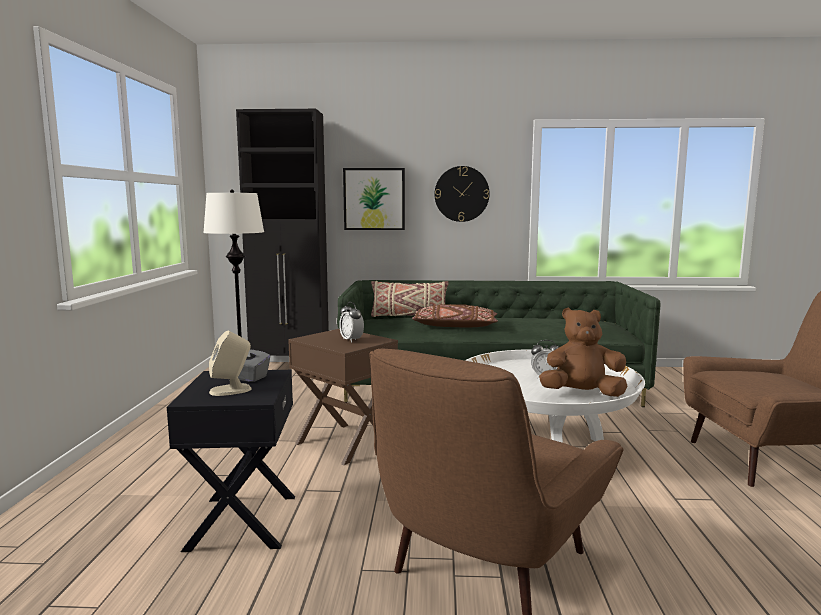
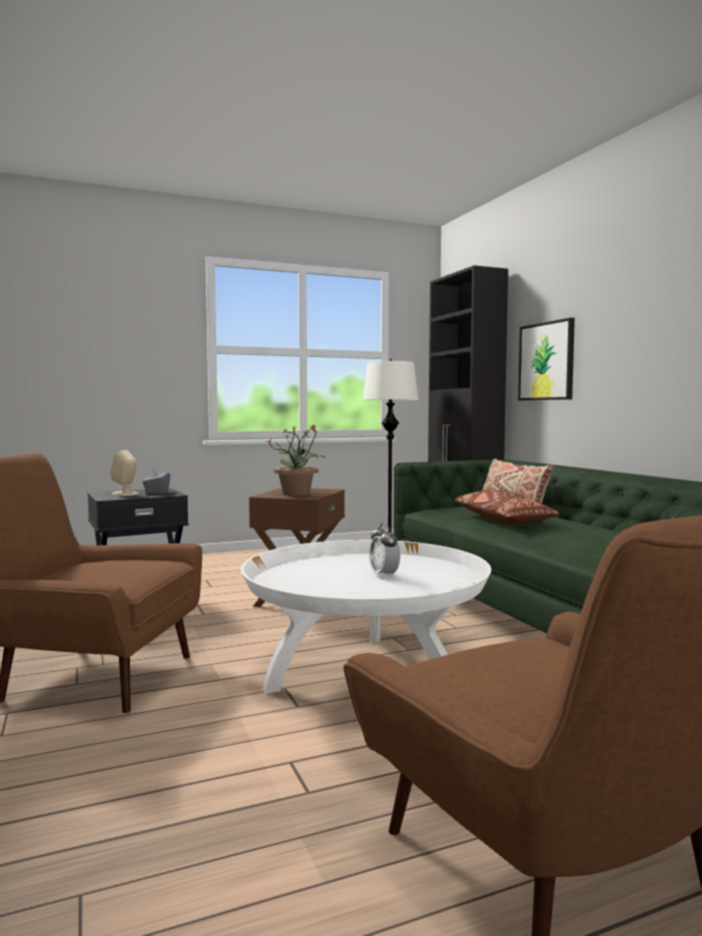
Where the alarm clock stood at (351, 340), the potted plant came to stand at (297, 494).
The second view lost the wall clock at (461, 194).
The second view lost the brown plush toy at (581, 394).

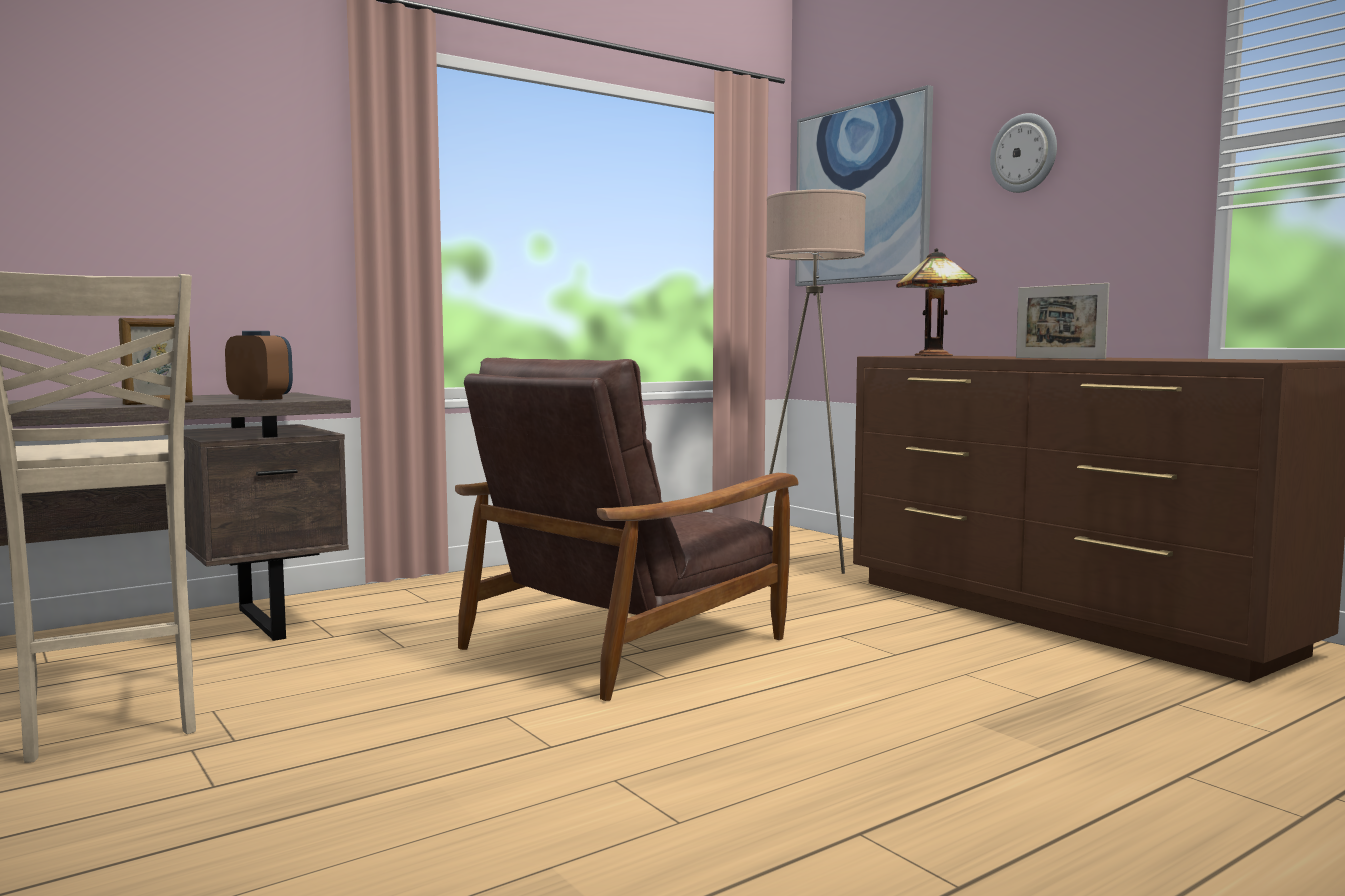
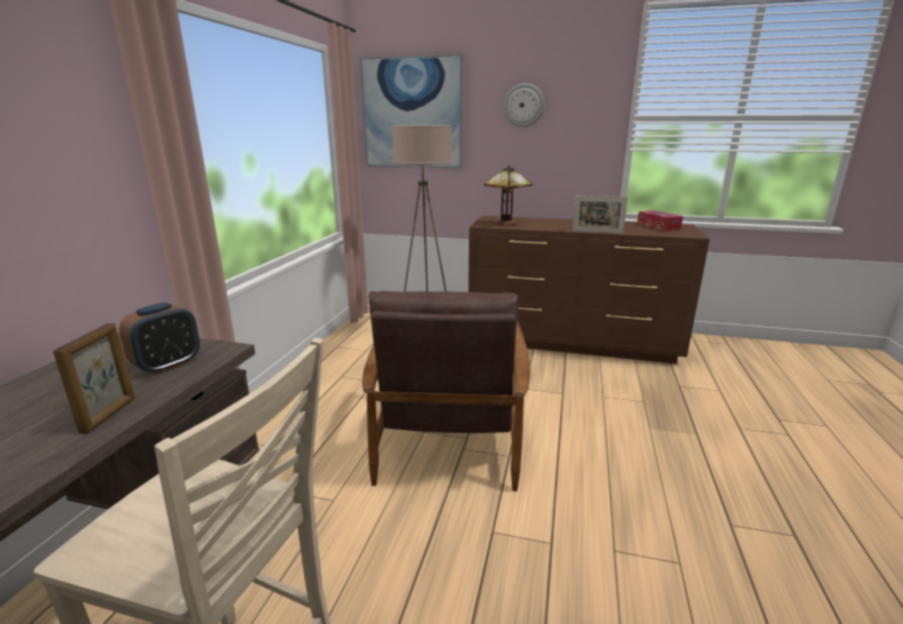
The alarm clock at (260, 399) ended up facing another way, 135 degrees clockwise from before.
The second view gained the tissue box at (658, 226).

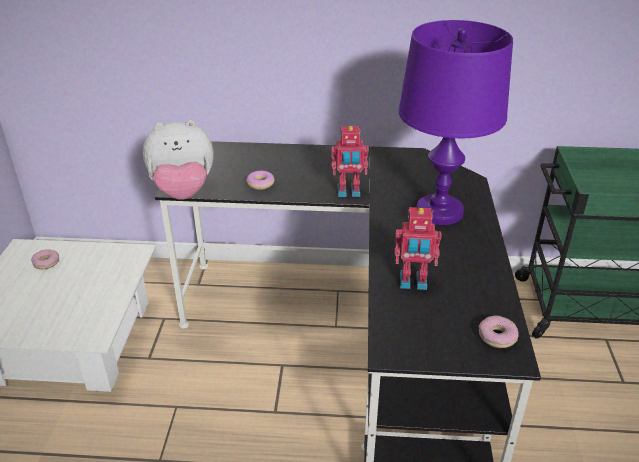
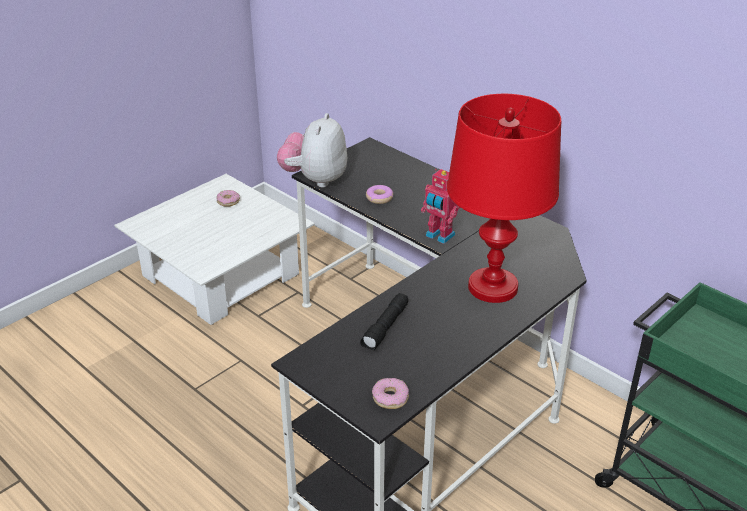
The plush toy at (183, 192) ended up facing another way, 75 degrees clockwise from before.
Where the toy robot stood at (413, 283), the black flashlight came to stand at (386, 328).
What was the purple table lamp at (439, 212) turned into the red table lamp at (492, 287).

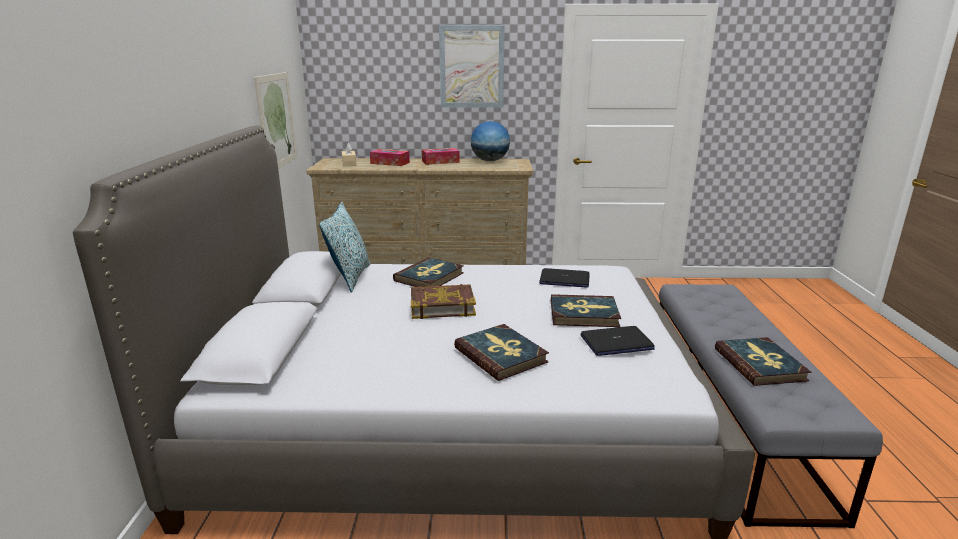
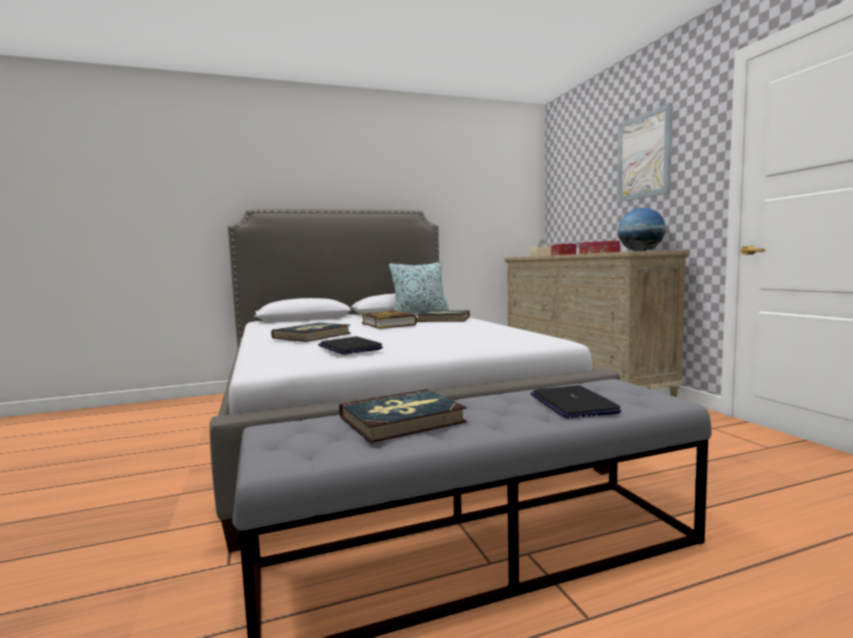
The laptop ended up elsewhere, having gone from (564, 279) to (572, 404).
The second view lost the picture at (276, 121).
The second view lost the book at (583, 314).

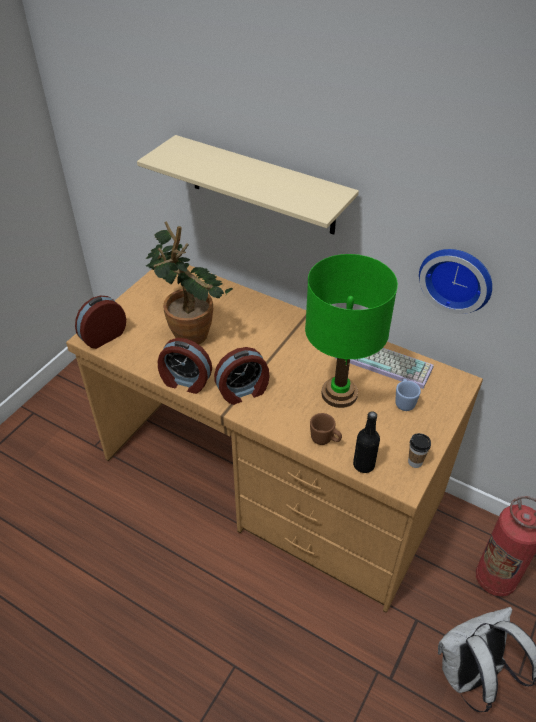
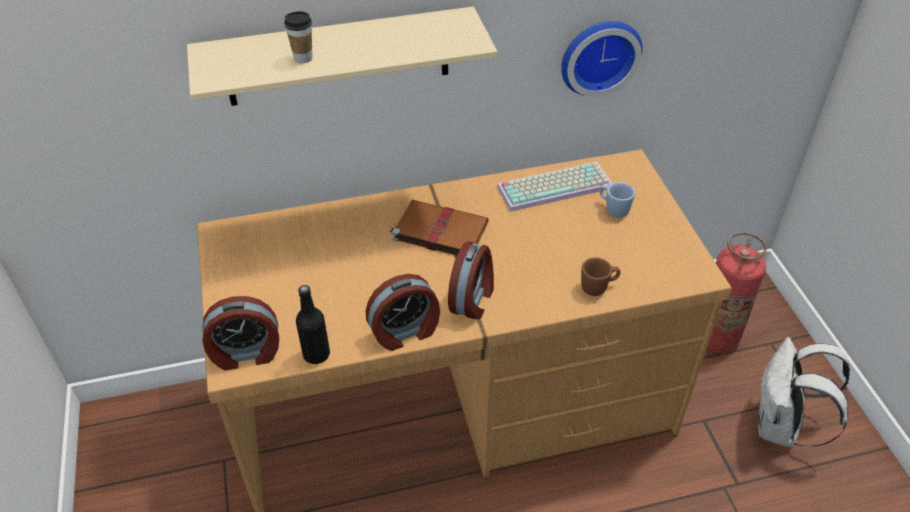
The alarm clock at (103, 336) ended up facing another way, 105 degrees counterclockwise from before.
The cup ended up elsewhere, having gone from (415, 462) to (303, 58).
The black bottle ended up elsewhere, having gone from (363, 465) to (316, 354).
The second view gained the brown book at (438, 231).
The second view lost the potted plant at (189, 329).
The second view lost the green table lamp at (339, 394).

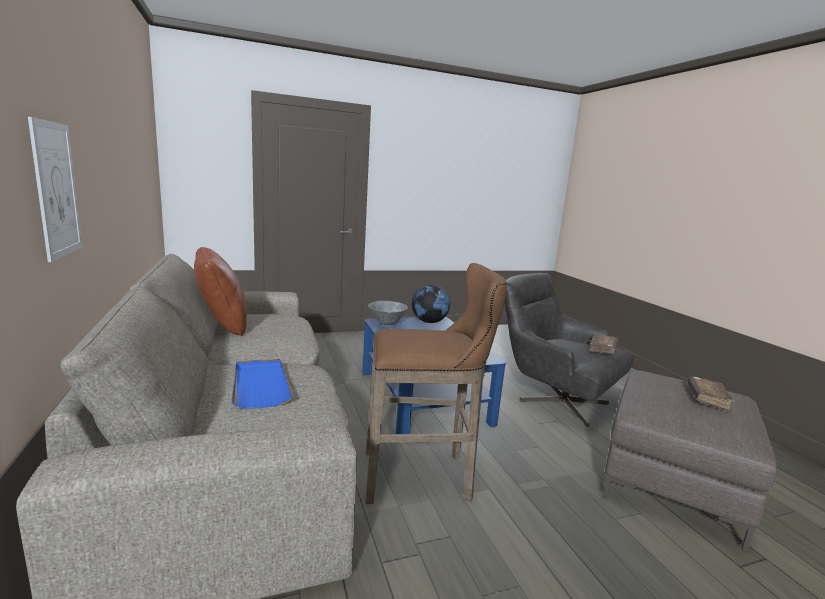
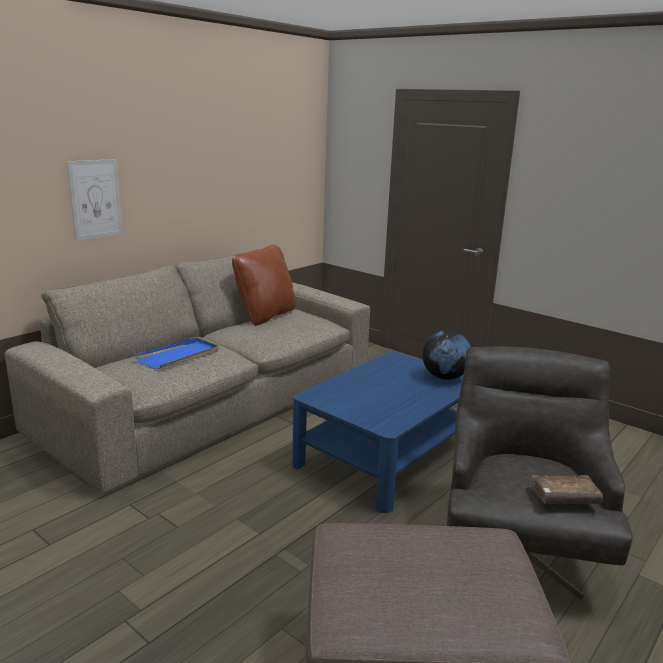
The second view lost the brown stool at (422, 476).
The second view lost the grey bowl at (387, 323).
The second view lost the brown book at (707, 399).

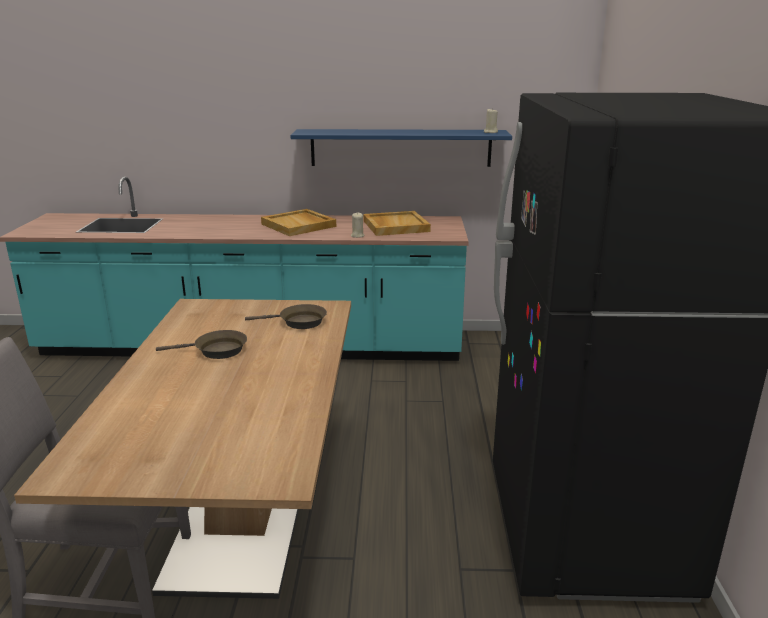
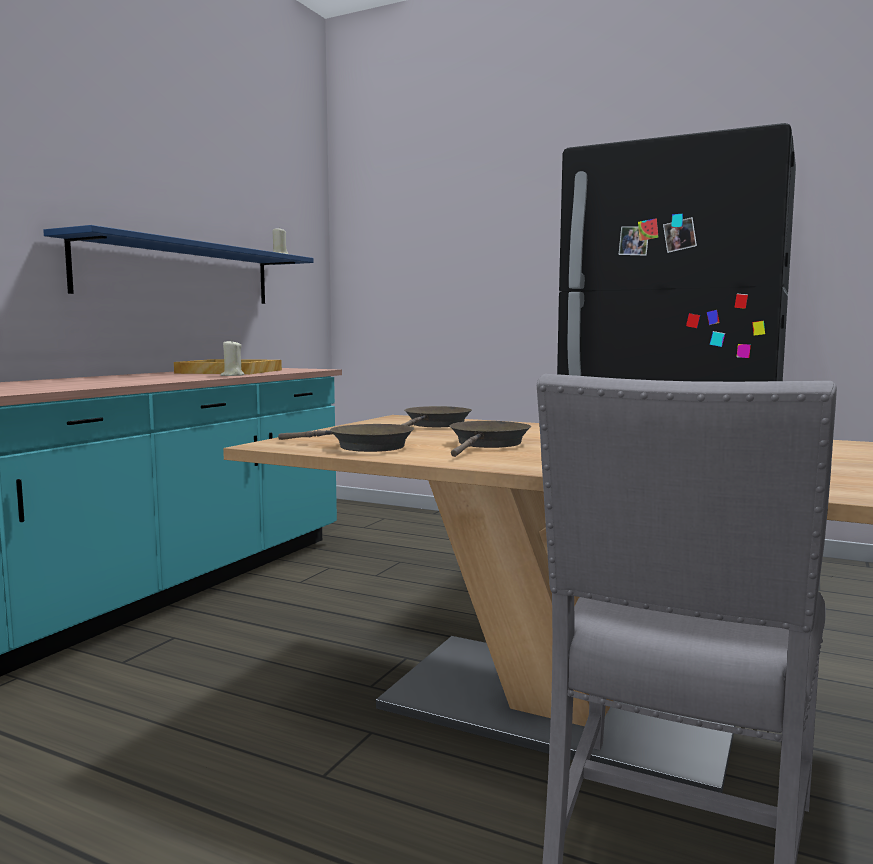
The second view gained the brown frying pan at (364, 446).
The second view lost the beige tray at (299, 225).

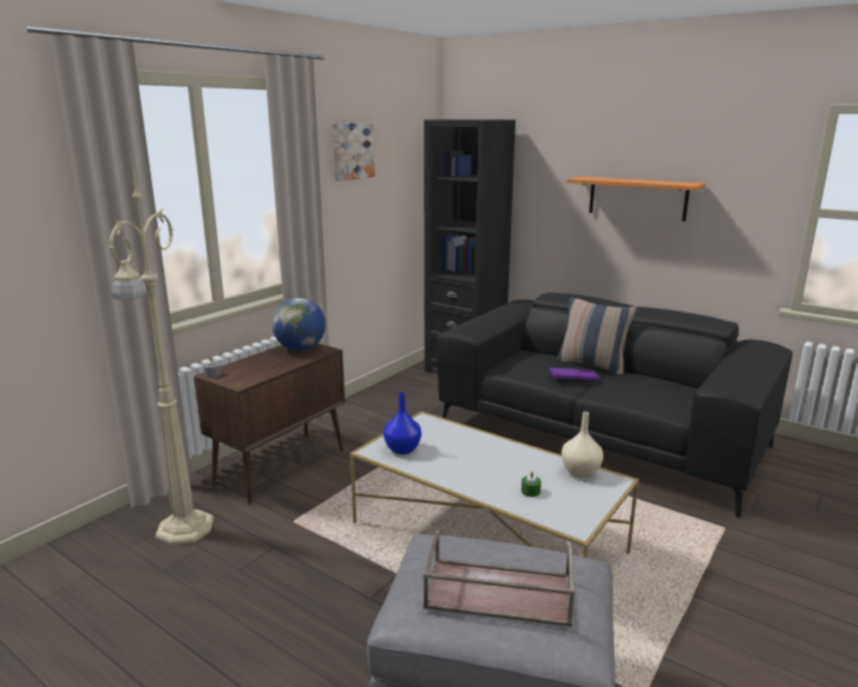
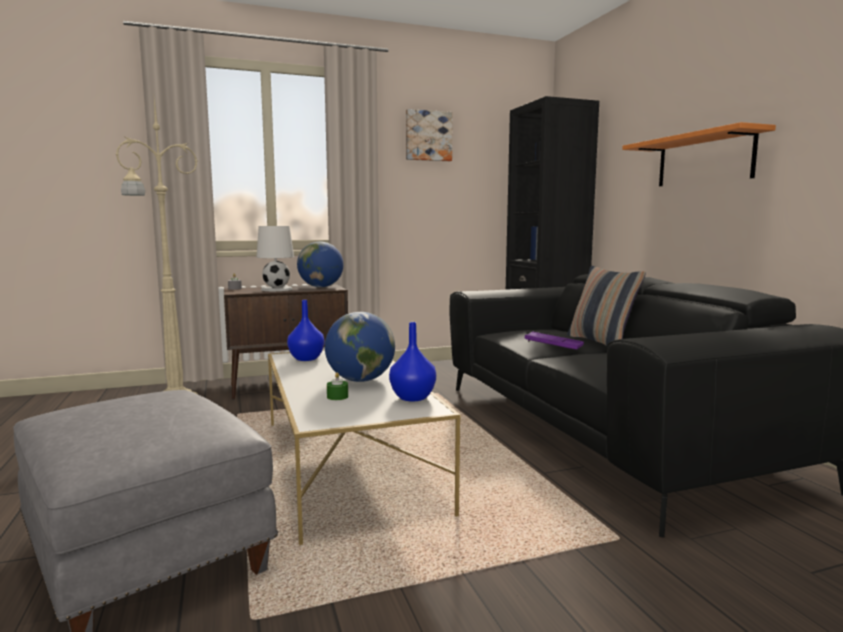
The second view gained the white table lamp at (277, 289).
The second view gained the globe at (360, 380).
What was the beige vase at (580, 472) turned into the blue vase at (413, 397).
The second view lost the brown tray at (497, 593).

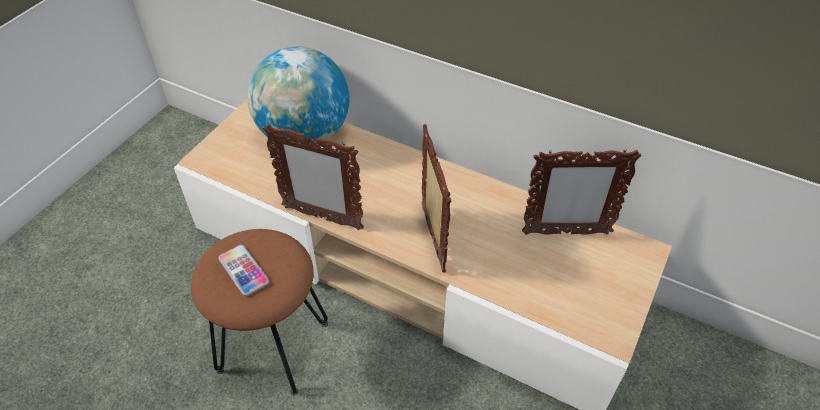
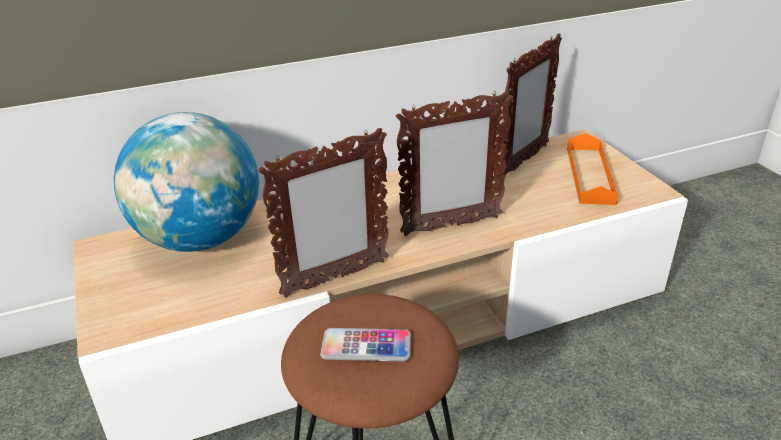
The picture frame at (432, 239) ended up facing another way, 135 degrees clockwise from before.
The second view gained the orange tray at (590, 175).

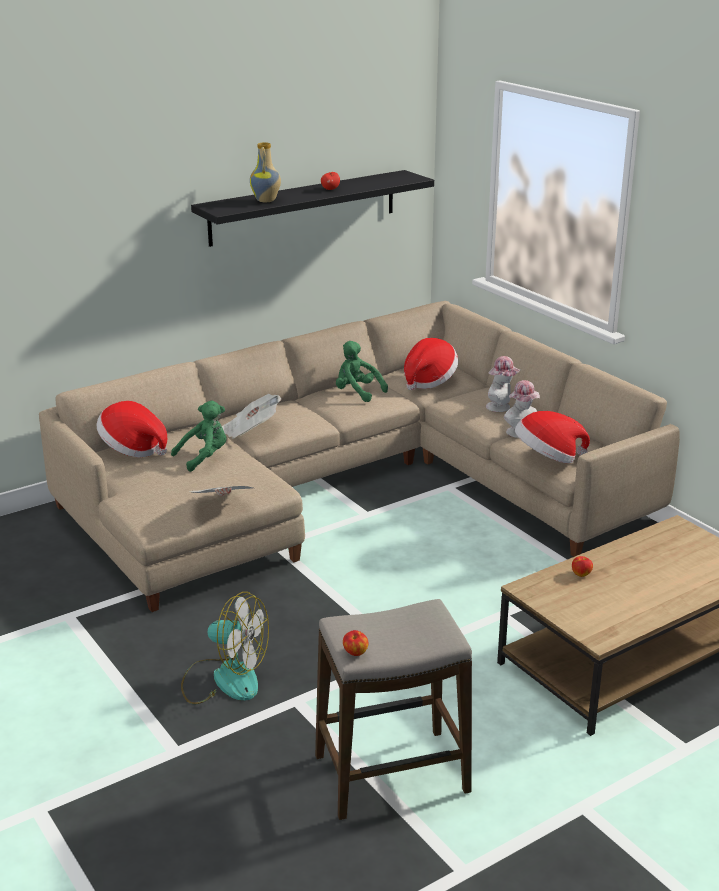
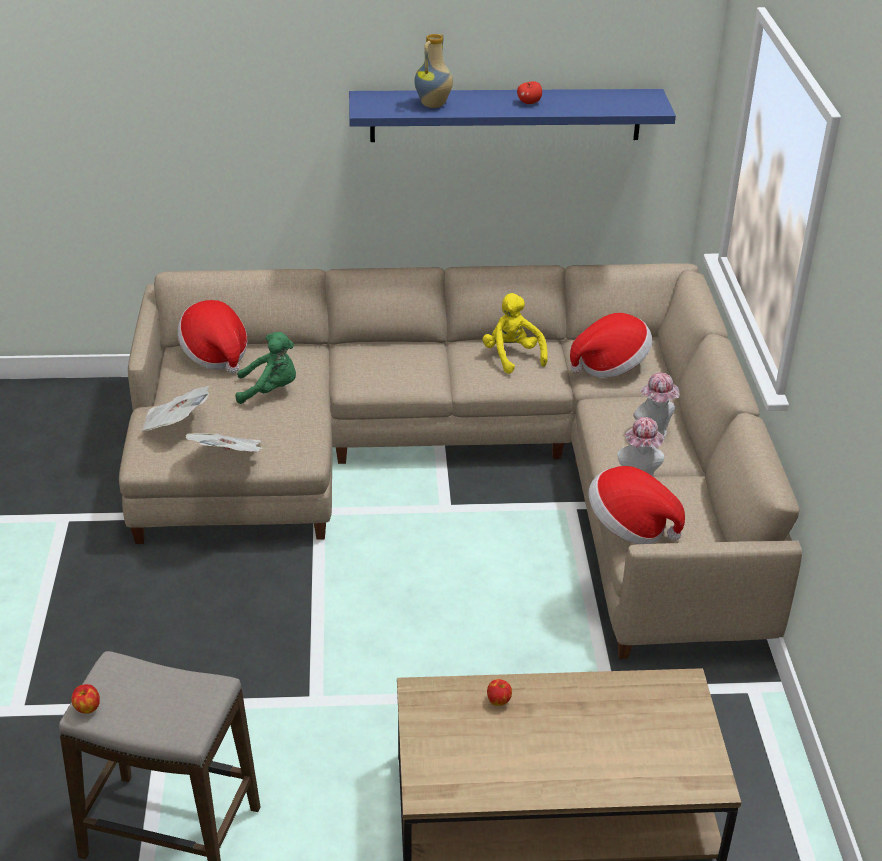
The newspaper ended up elsewhere, having gone from (250, 431) to (175, 425).
What was the black shelf at (303, 207) turned into the blue shelf at (506, 115).
What was the green plush toy at (357, 393) turned into the yellow plush toy at (512, 356).
The second view lost the fan at (224, 679).

